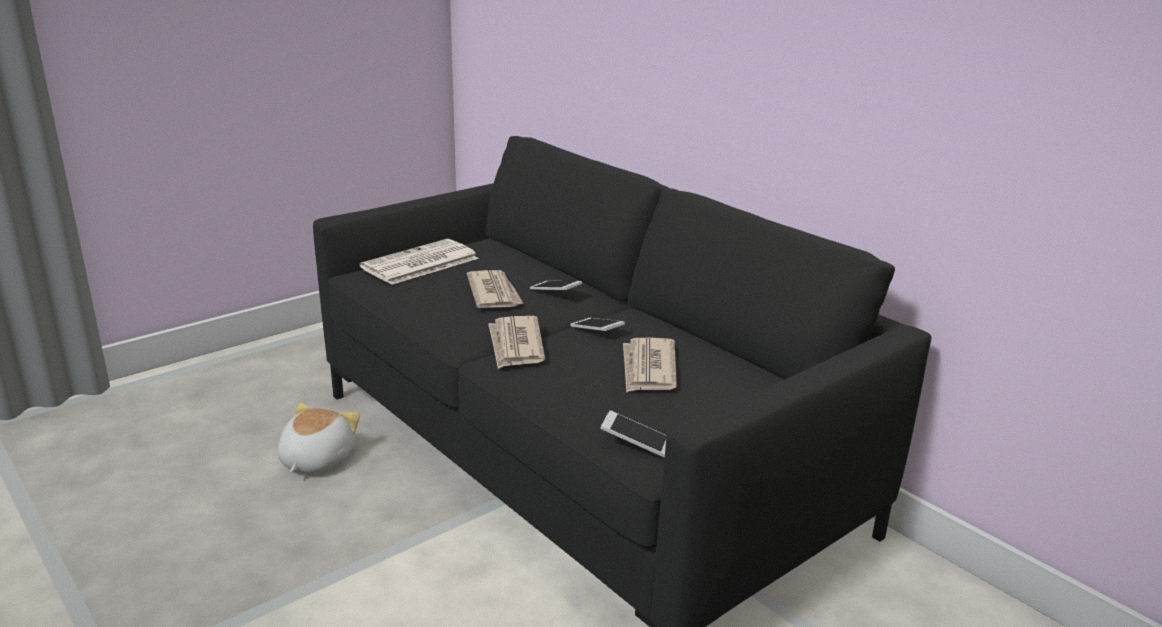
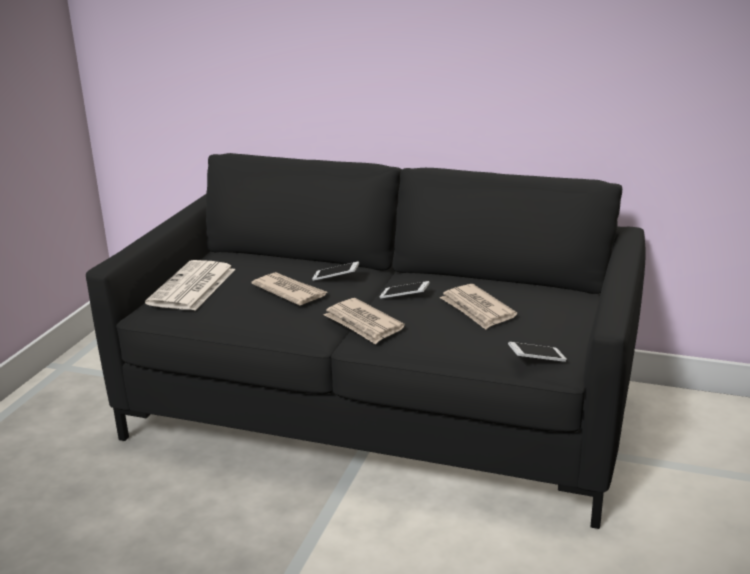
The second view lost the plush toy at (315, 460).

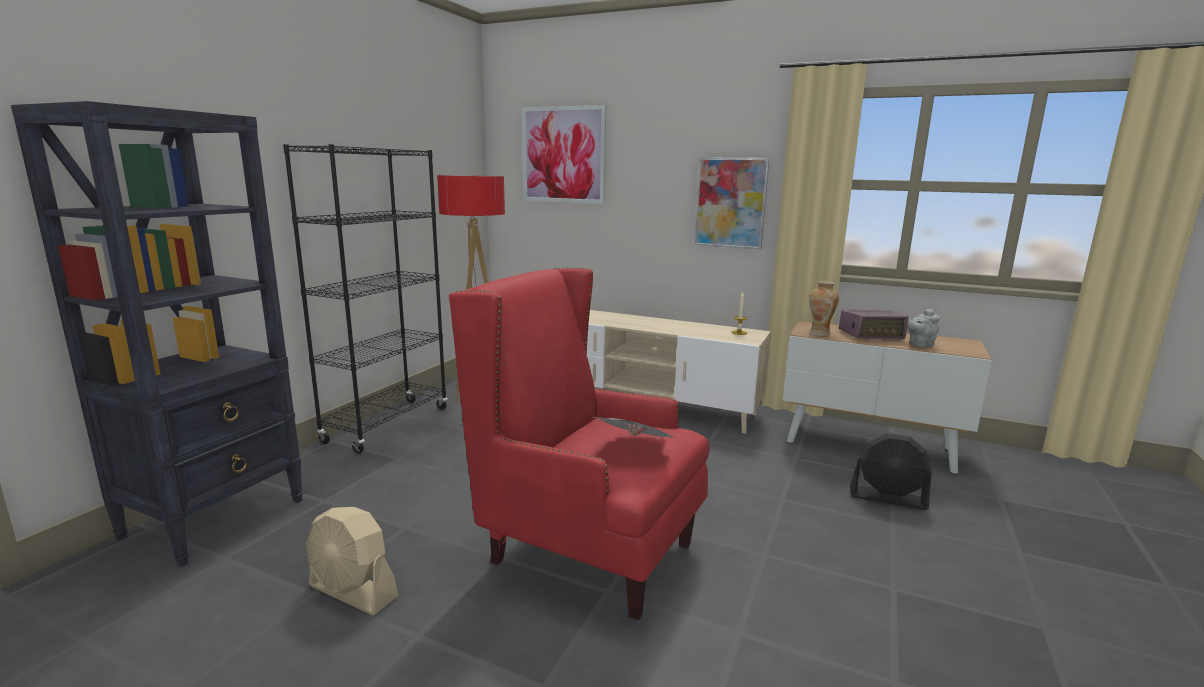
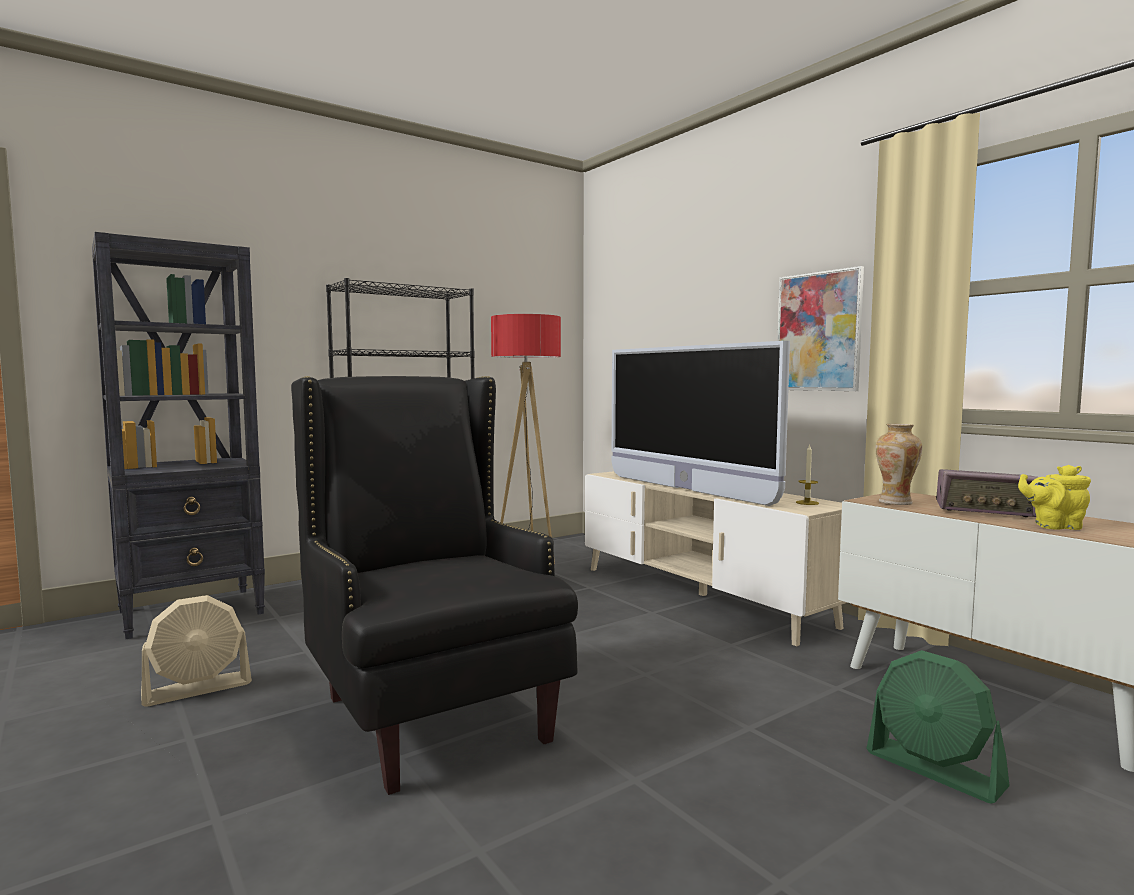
The beige fan at (353, 592) ended up facing another way, 90 degrees counterclockwise from before.
What was the red armchair at (589, 552) turned into the black armchair at (433, 716).
The second view gained the television at (686, 489).
What was the black fan at (888, 498) turned into the green fan at (934, 770).
What was the grey teapot at (919, 345) turned into the yellow teapot at (1054, 526).
The second view lost the picture at (563, 155).
The second view lost the newspaper at (635, 449).

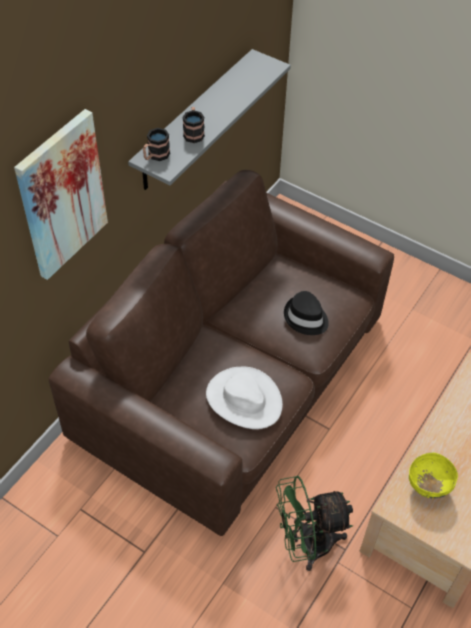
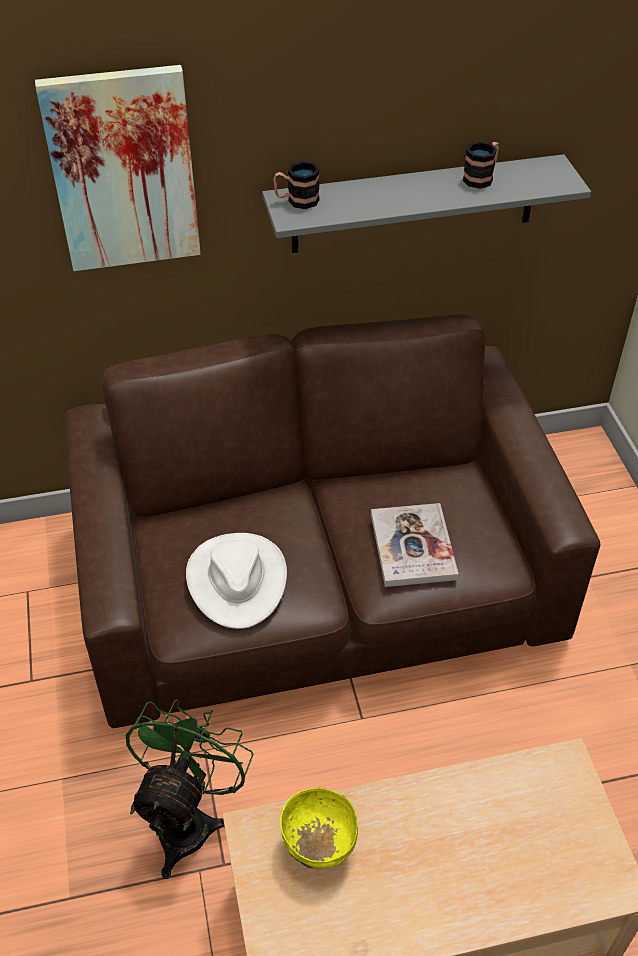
The green fan at (306, 544) ended up facing another way, 75 degrees clockwise from before.
Where the black hat stood at (305, 318), the book came to stand at (413, 547).
The mug ended up elsewhere, having gone from (193, 132) to (481, 177).

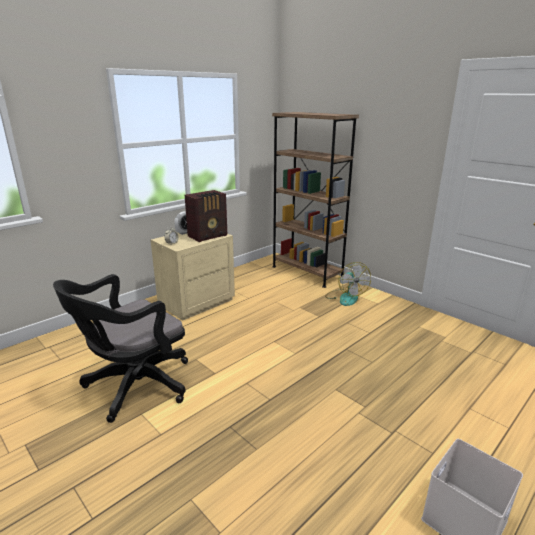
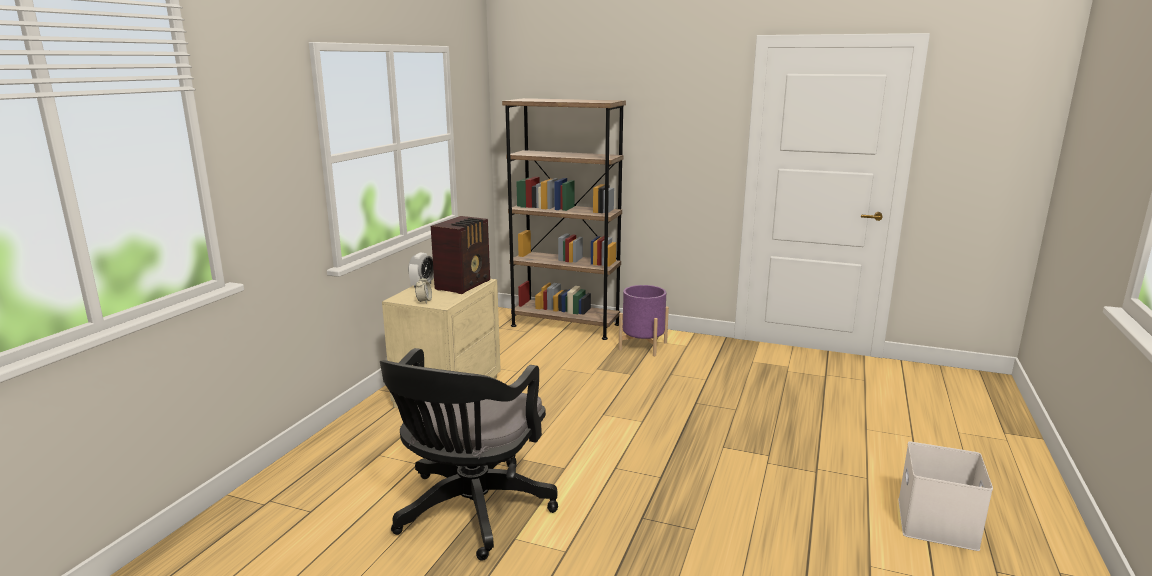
Where the fan stood at (345, 297), the purple planter came to stand at (643, 346).

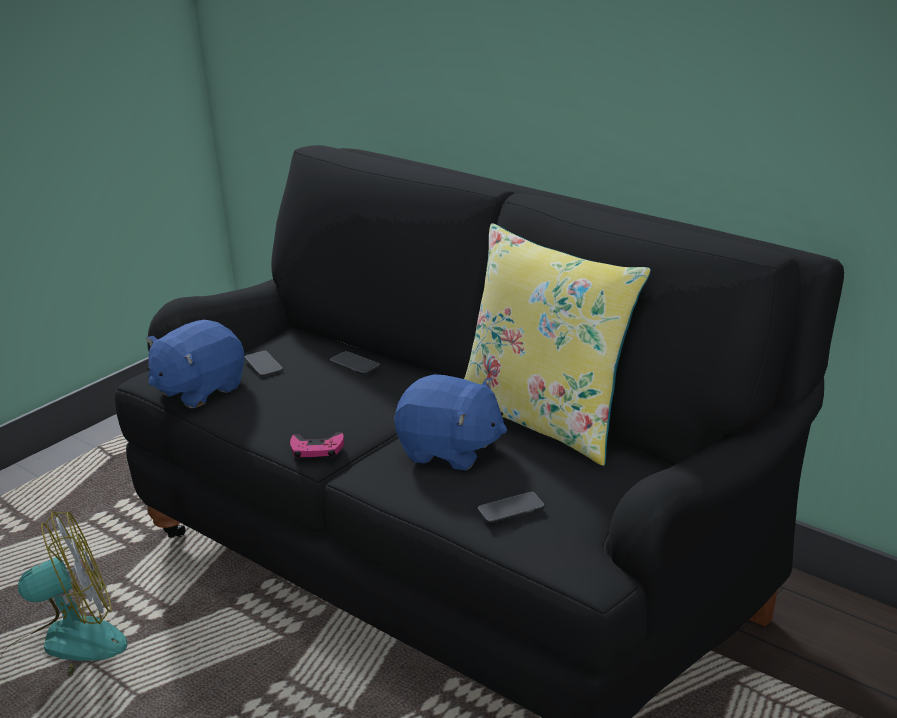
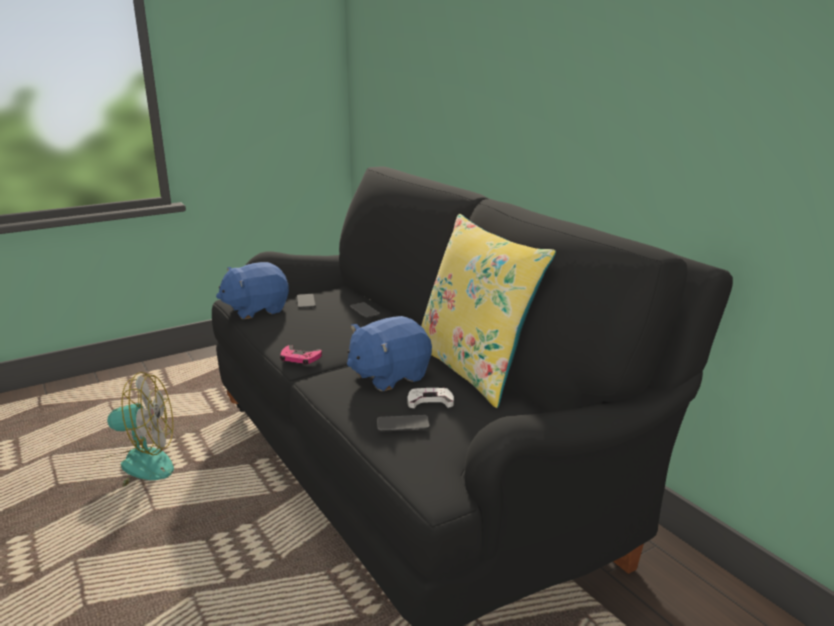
The blue plush toy at (450, 451) ended up facing another way, 105 degrees clockwise from before.
The second view gained the white game controller at (430, 401).

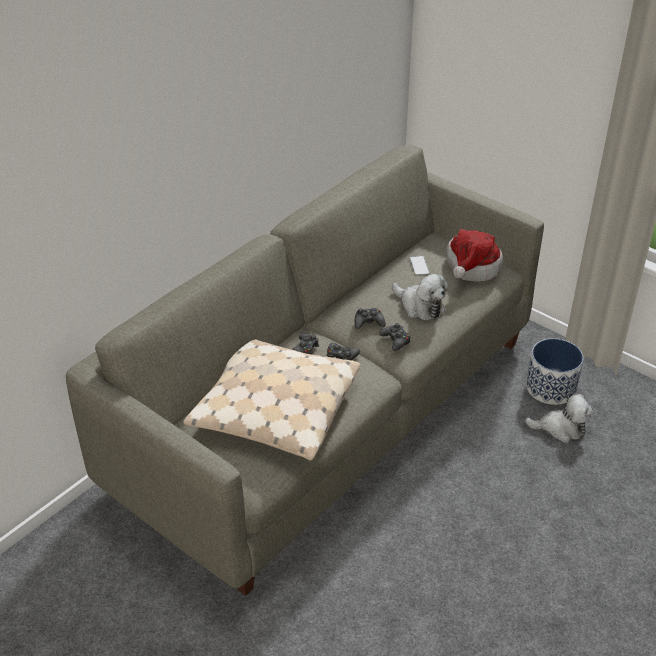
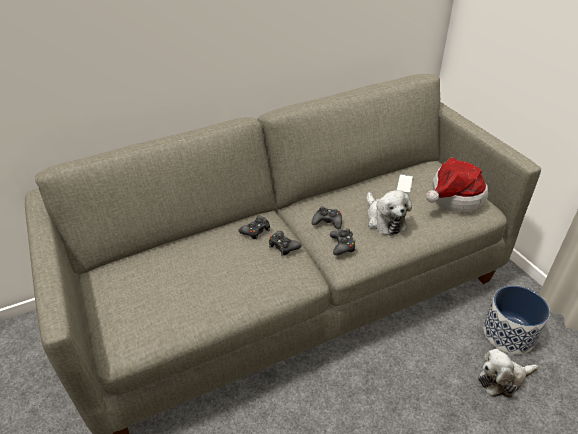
The plush toy at (560, 428) ended up facing another way, 135 degrees clockwise from before.
The second view lost the beige pillow at (274, 410).

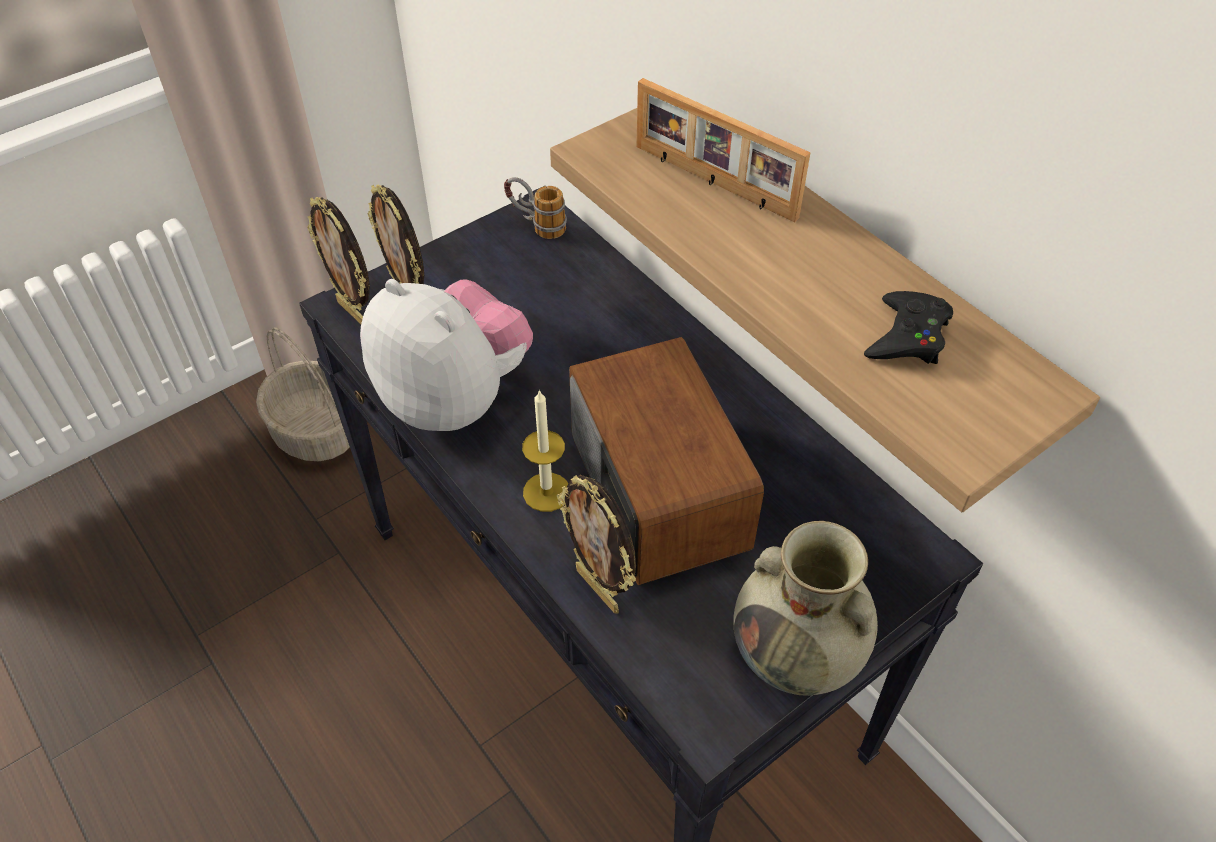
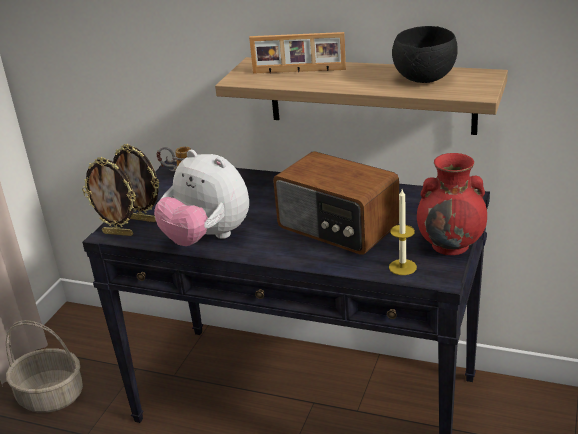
The plush toy at (455, 398) ended up facing another way, 150 degrees counterclockwise from before.
The candle ended up elsewhere, having gone from (546, 492) to (402, 267).
Where the black game controller stood at (907, 336), the black bowl came to stand at (426, 79).
What was the beige vase at (796, 656) turned into the red vase at (451, 245).
The second view lost the picture frame at (599, 589).

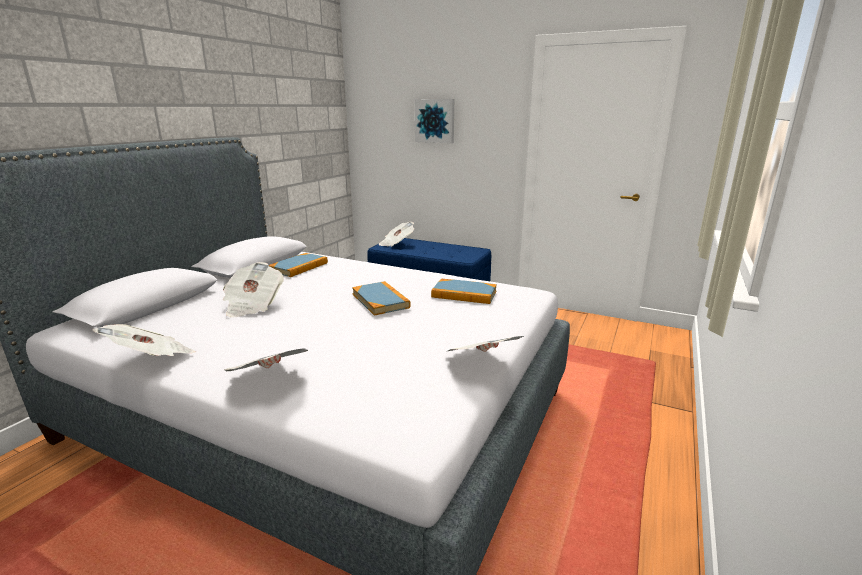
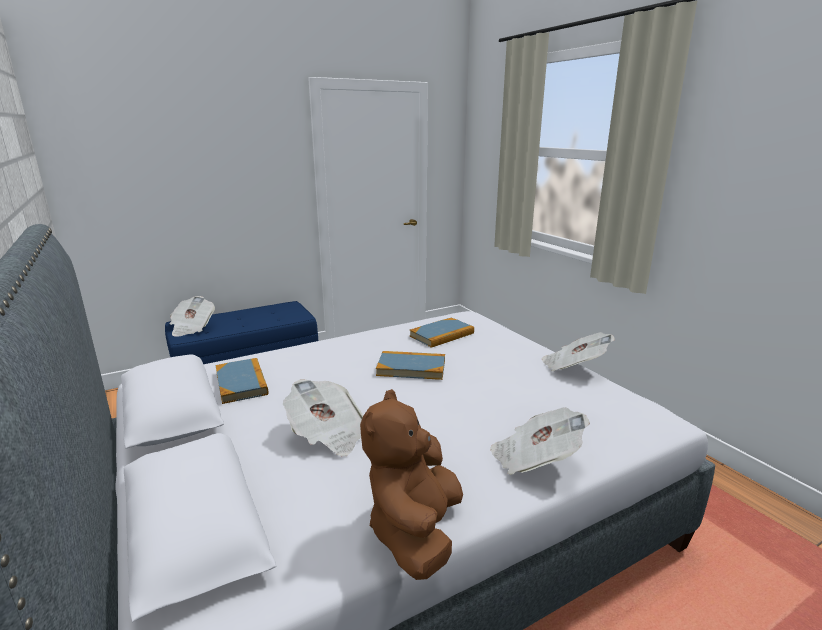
Where the newspaper stood at (152, 359), the brown plush toy came to stand at (415, 531).
The second view lost the picture at (435, 121).

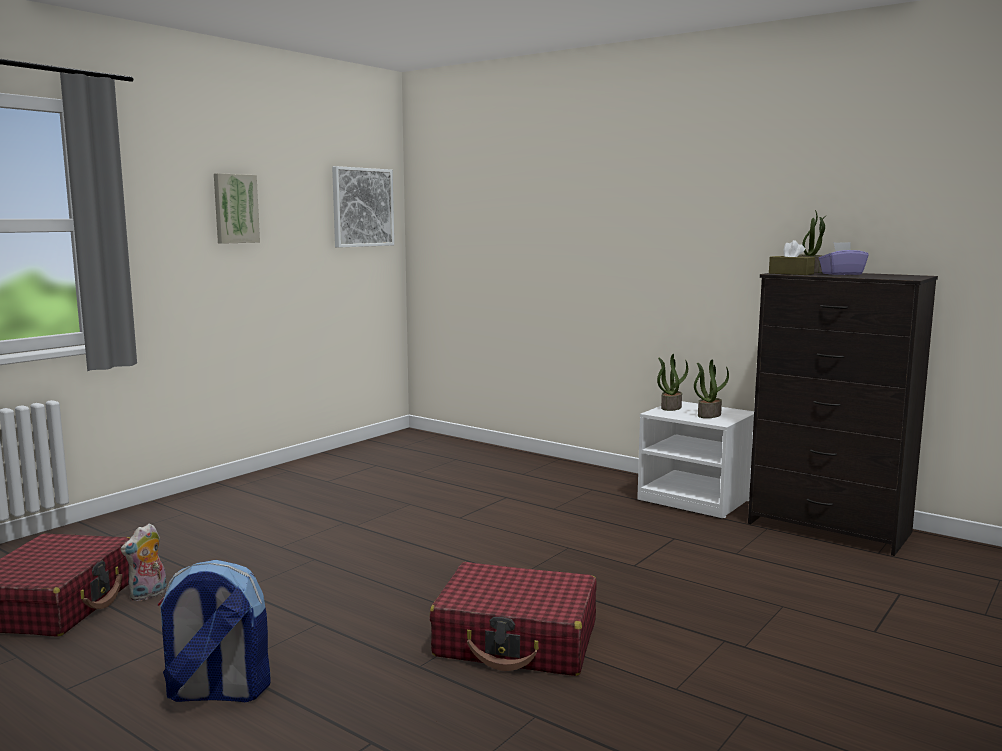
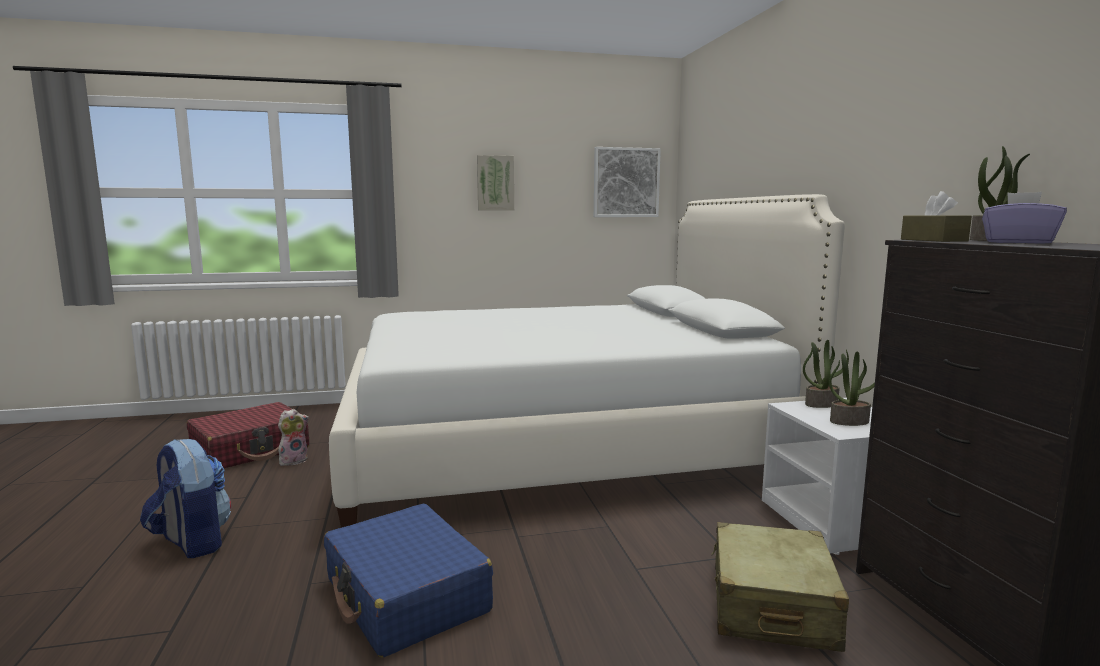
The plush toy at (148, 595) ended up facing another way, 150 degrees clockwise from before.
What was the red suitcase at (517, 640) turned into the blue suitcase at (406, 596).
The second view gained the white bed at (560, 445).
The second view gained the beige suitcase at (771, 606).

